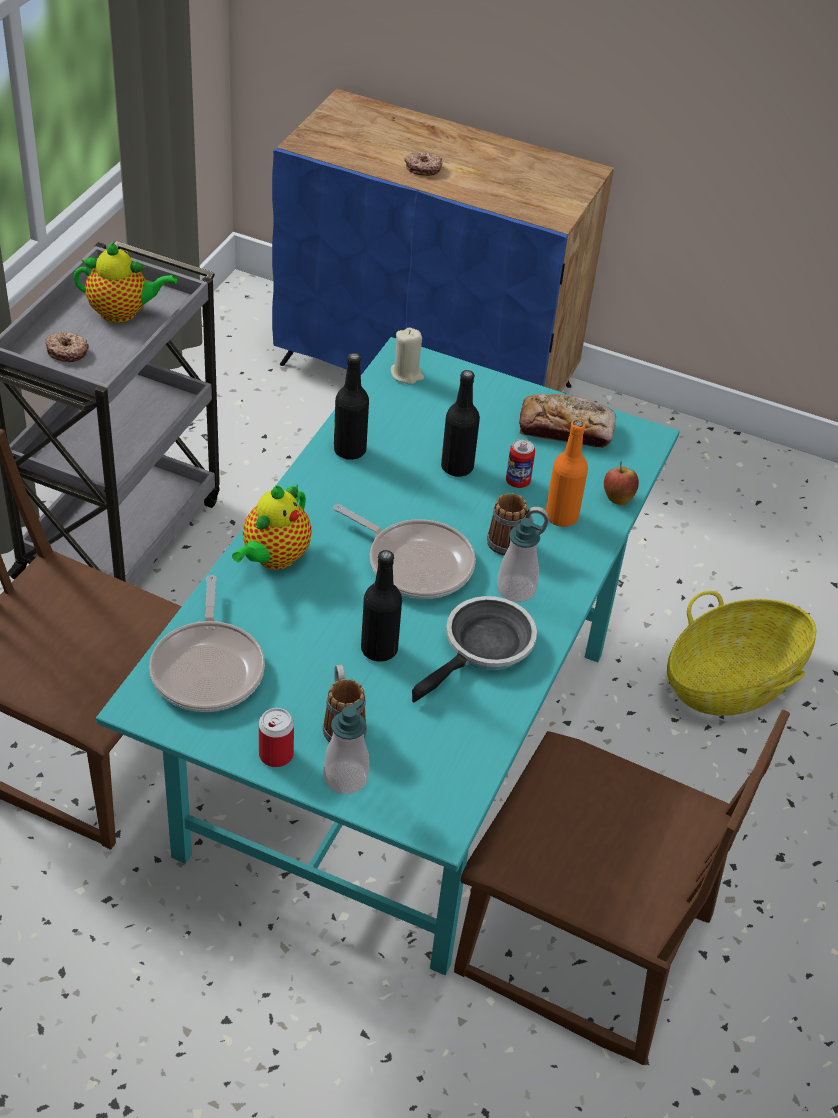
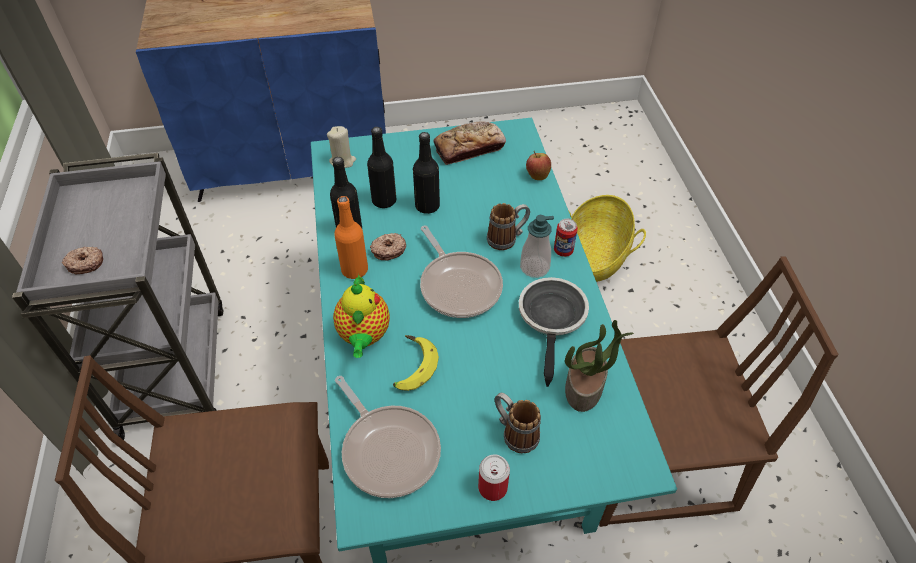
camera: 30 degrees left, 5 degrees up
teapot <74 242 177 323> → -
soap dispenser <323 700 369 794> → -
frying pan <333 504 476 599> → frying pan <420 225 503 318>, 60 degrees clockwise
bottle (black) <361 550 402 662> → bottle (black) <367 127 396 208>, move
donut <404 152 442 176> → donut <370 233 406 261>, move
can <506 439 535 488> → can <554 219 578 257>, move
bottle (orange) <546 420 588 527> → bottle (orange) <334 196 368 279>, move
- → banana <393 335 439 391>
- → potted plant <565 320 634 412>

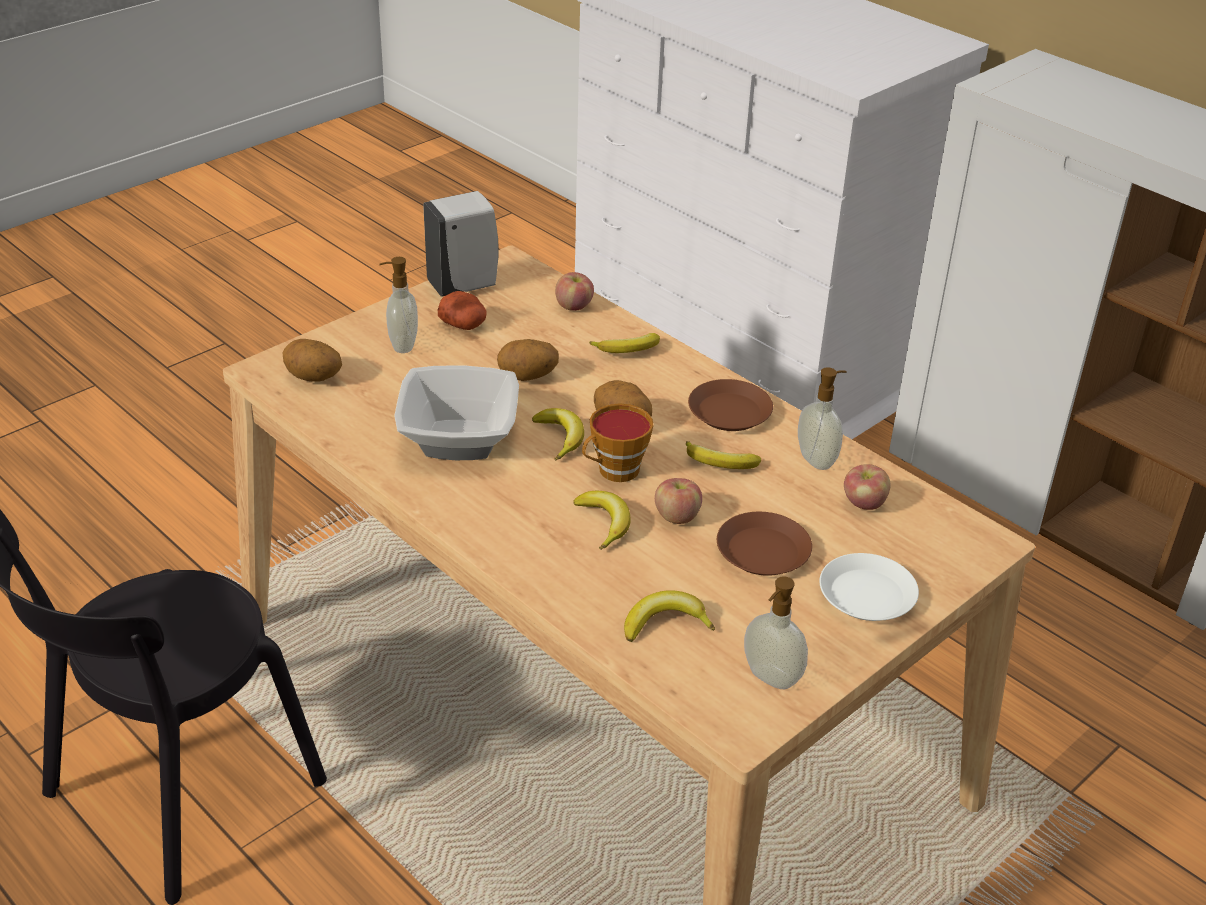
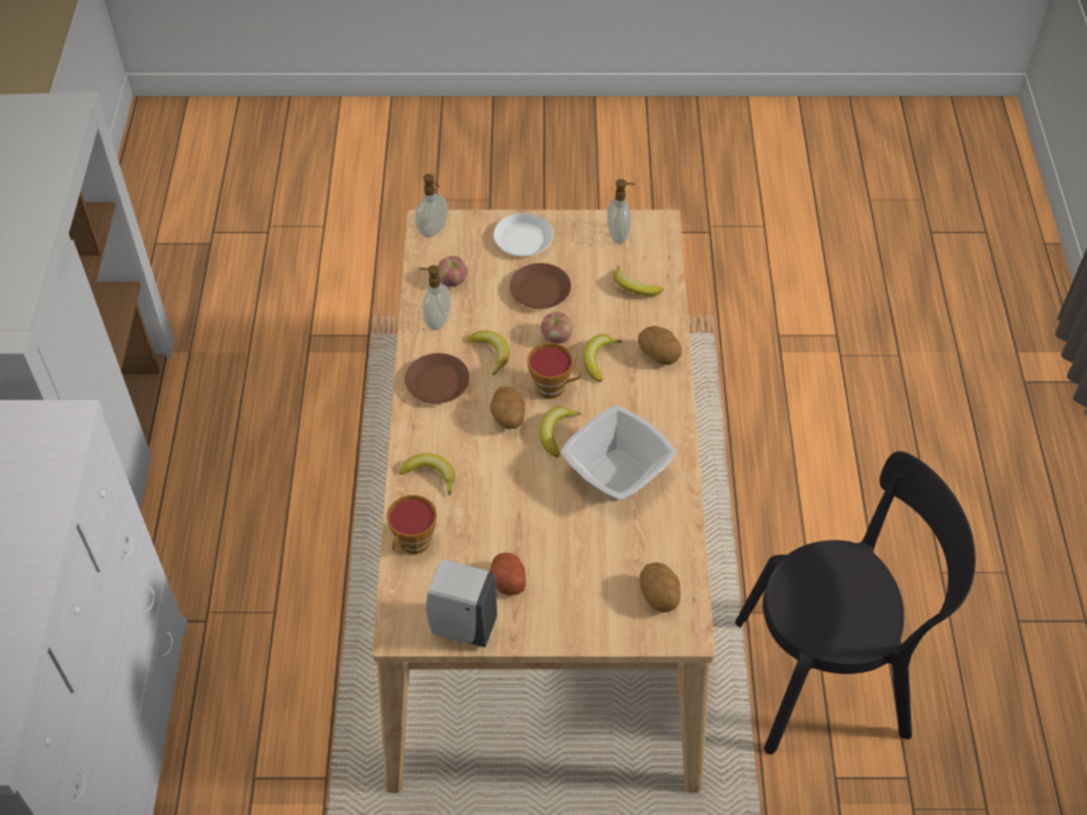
camera: 135 degrees left, 15 degrees up
soap dispenser <379 257 418 353> → soap dispenser <415 174 448 237>, move
potato <497 339 559 381> → potato <638 326 682 365>, move
apple <555 272 594 311> → cup <387 495 437 554>

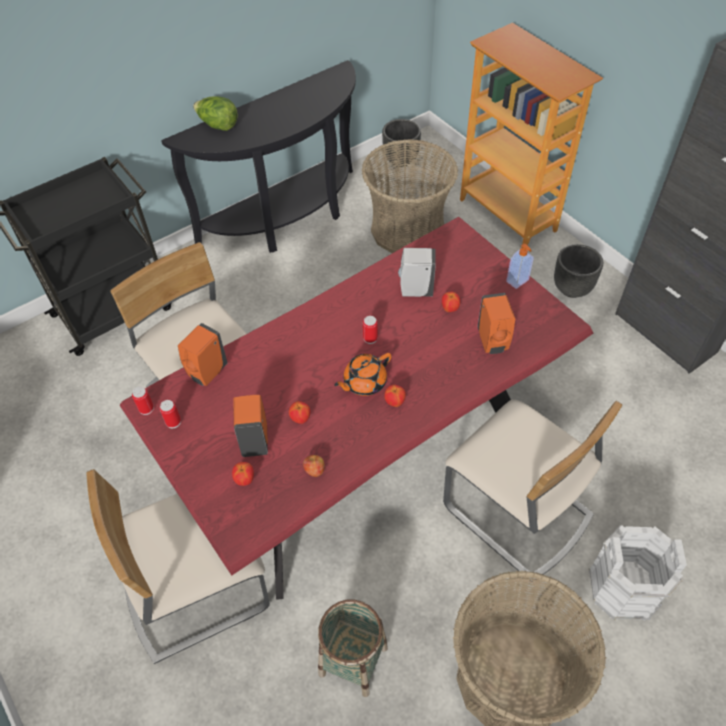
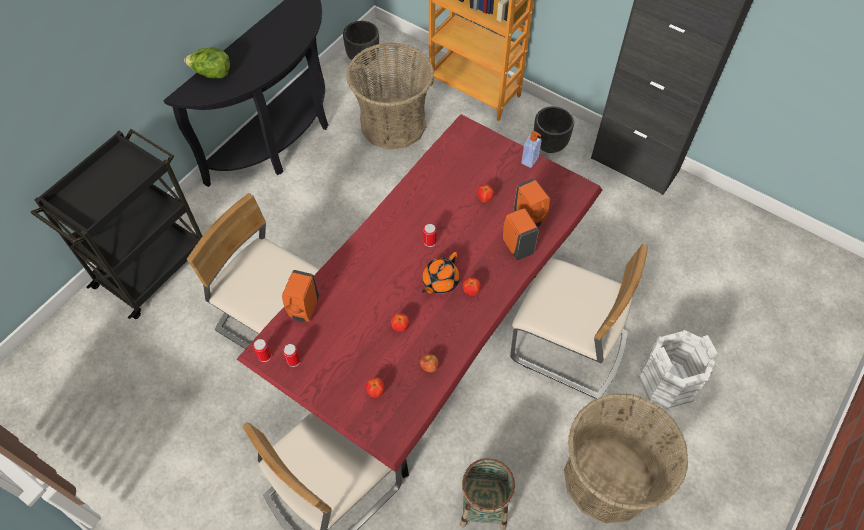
camera: 20 degrees left, 5 degrees up
soap dispenser (orange) <233 395 268 457> → soap dispenser (orange) <503 208 539 260>, move
soap dispenser (white) <398 248 436 297> → -

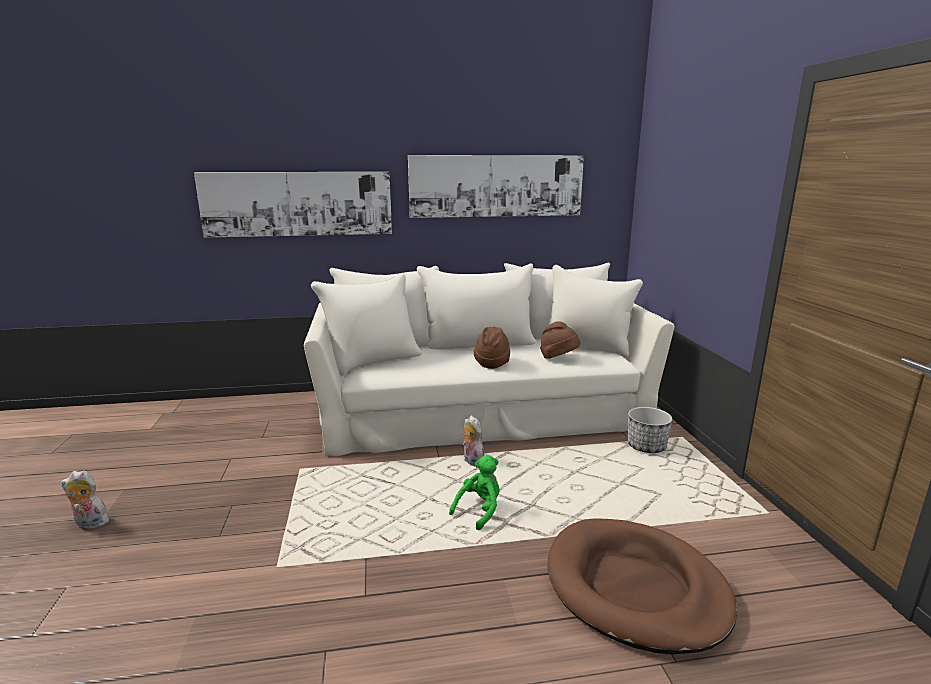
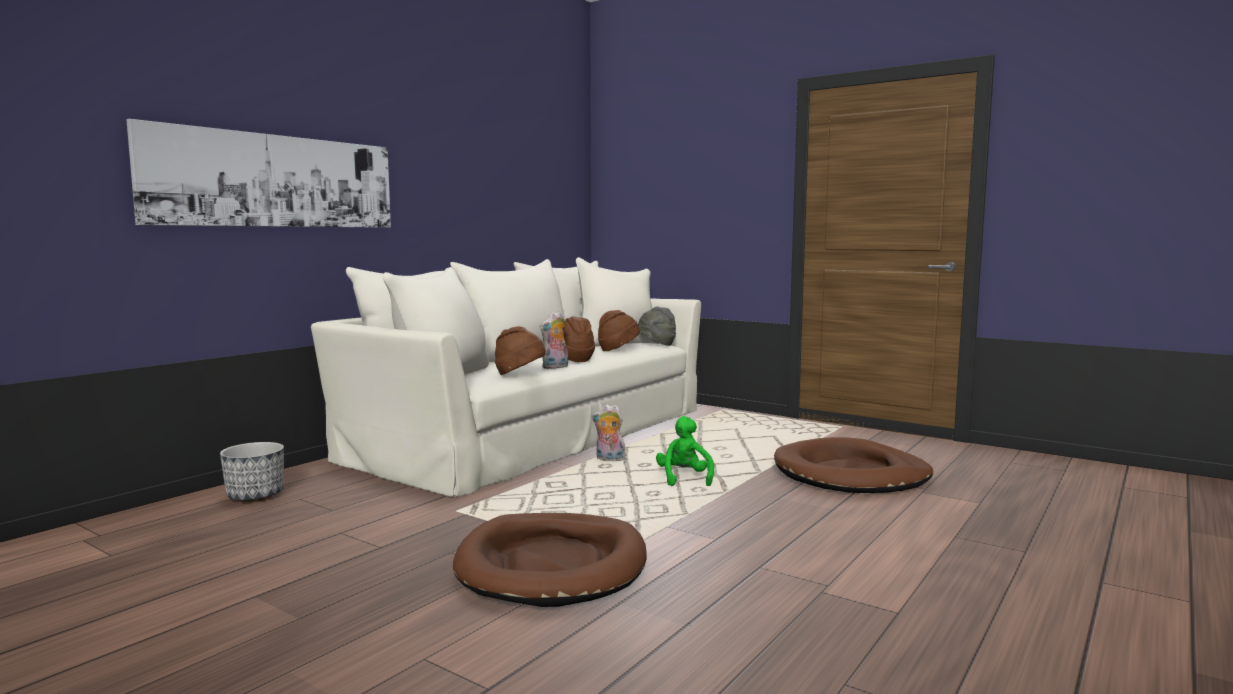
camera: 45 degrees left, 10 degrees down
plush toy <61 471 109 529> → plush toy <540 311 568 369>, move
picture <408 155 584 218> → -
planter <627 407 672 453> → planter <220 442 284 502>, move
- → dog bed (brown) <453 513 647 607>
- → hat (brown) <495 326 546 375>
- → hat (grey) <638 306 676 346>

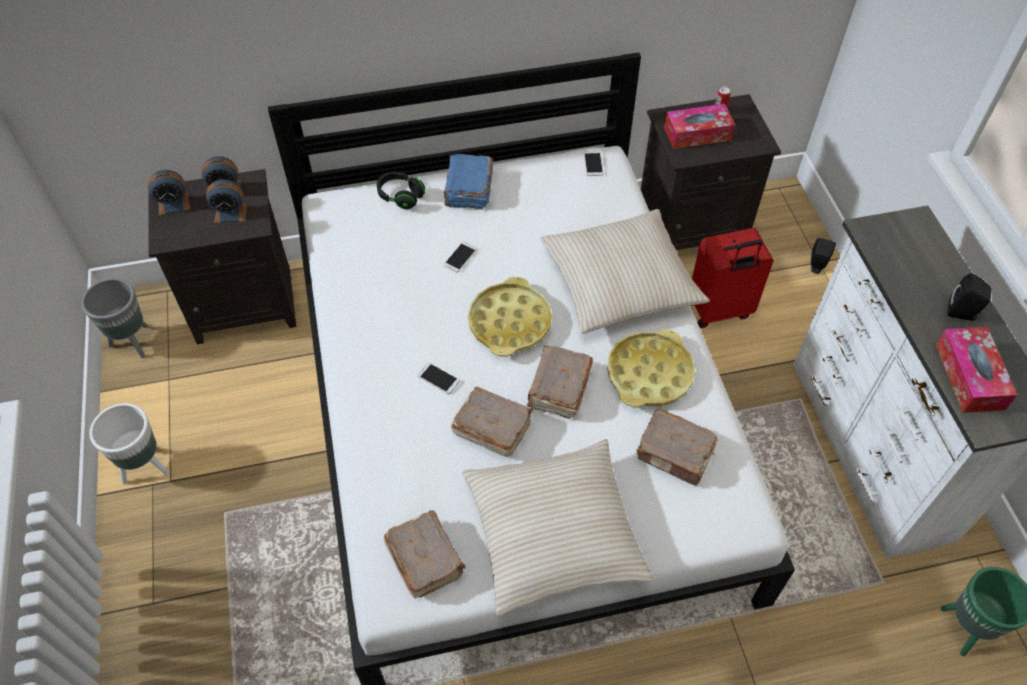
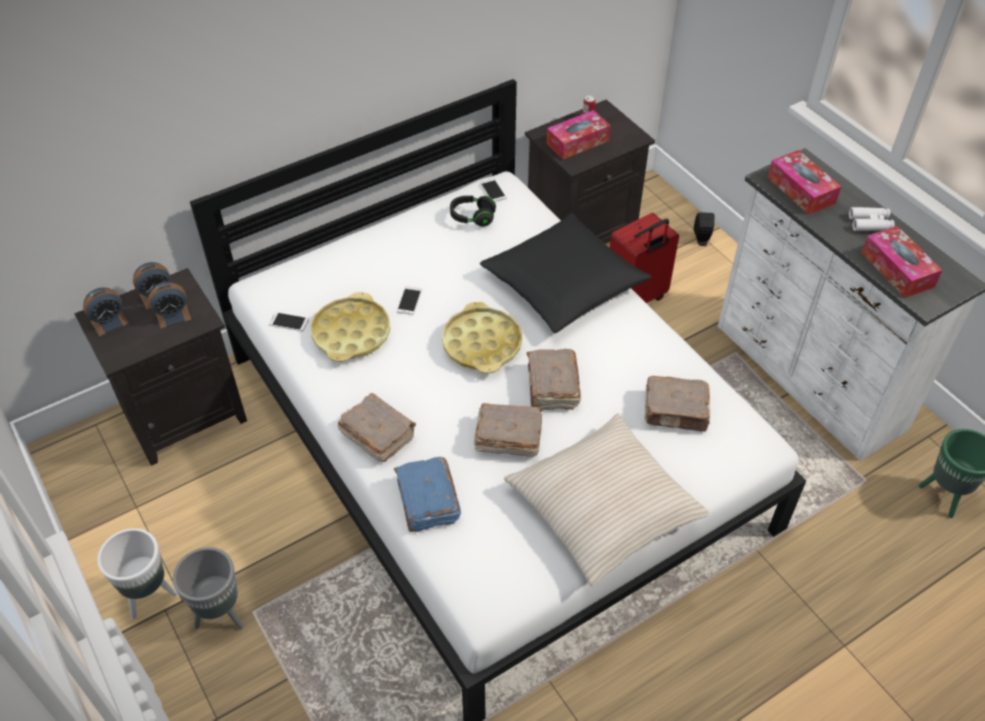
camera: 20 degrees left, 5 degrees down
planter (grey) <81 278 147 358> → planter (grey) <173 547 244 629>, move
headphones (black) <377 172 425 209> → headphones (black) <450 196 496 227>, move
book (brown) <384 510 466 598> → book (brown) <338 393 416 462>, move
phone <417 362 460 394> → phone <269 312 309 331>, move
book (blue) <444 154 493 210> → book (blue) <394 457 461 532>, move
pillow (beige) <540 209 710 334> → pillow (black) <480 213 652 333>
tray (yellow) <607 329 695 408> → tray (yellow) <311 292 391 362>, move
speaker (black) <947 273 992 321> → binoculars (white) <849 207 895 231>
- → tissue box <767 150 841 215>

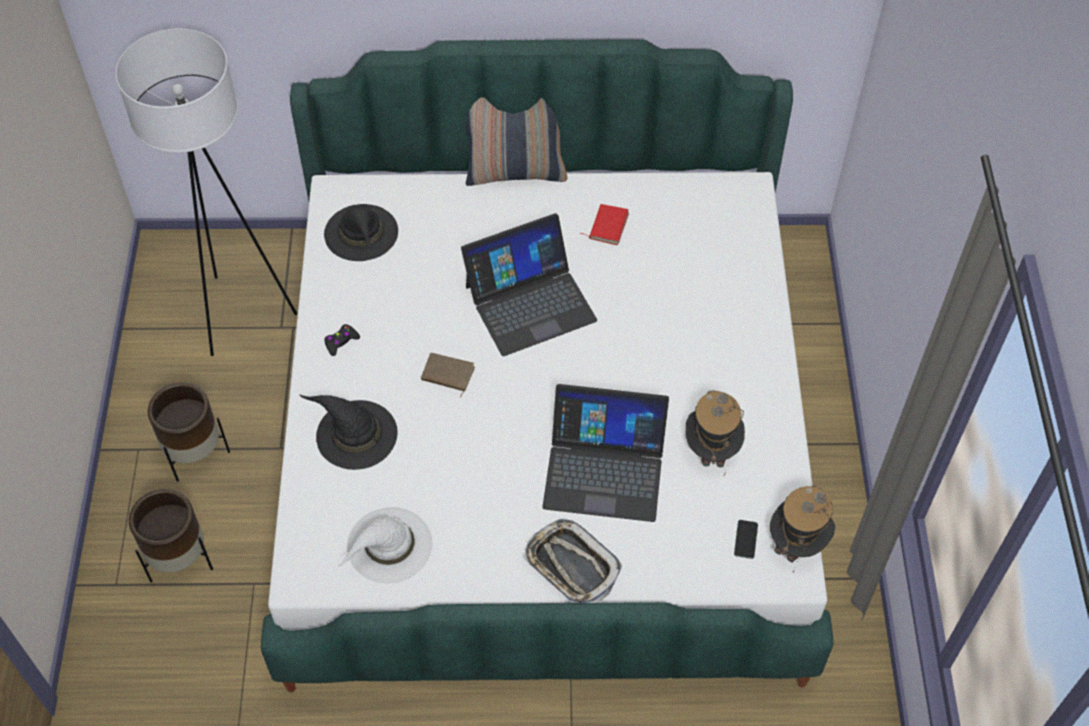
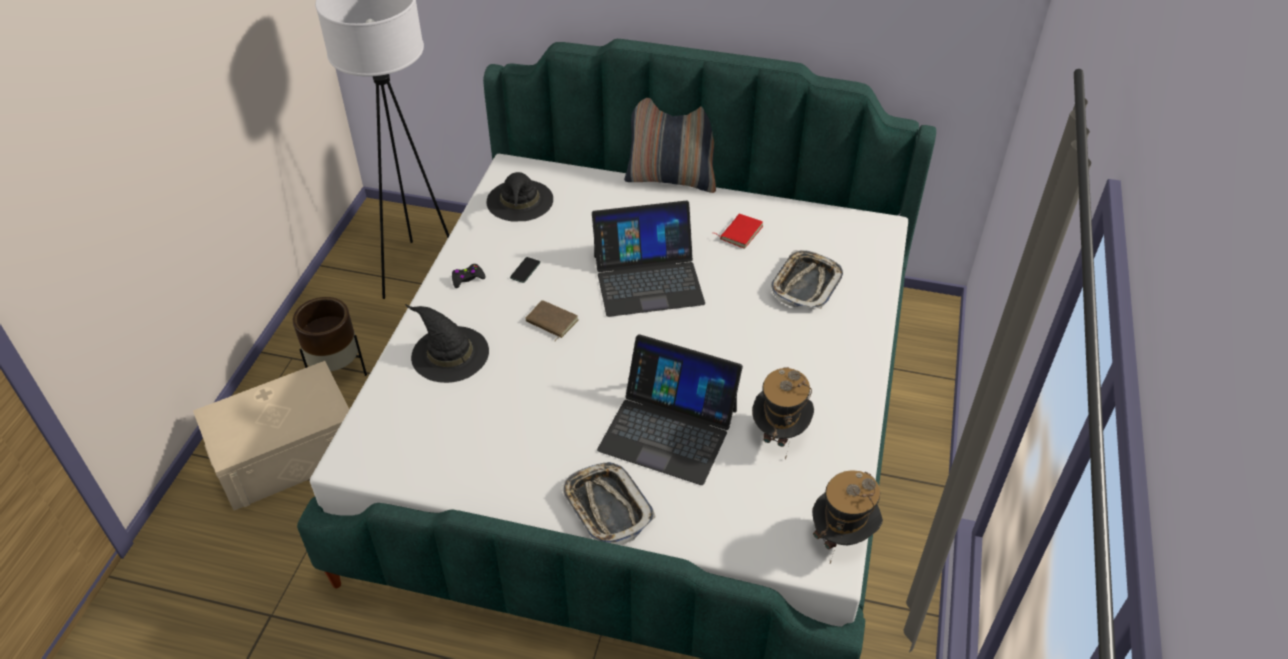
camera: 15 degrees right, 10 degrees down
planter (brown) <129 489 213 583> → storage box (beige) <193 361 350 510>
hat (white) <338 507 433 584> → -
phone <734 520 758 559> → phone <510 257 540 283>, move
- → tray <771 250 843 309>

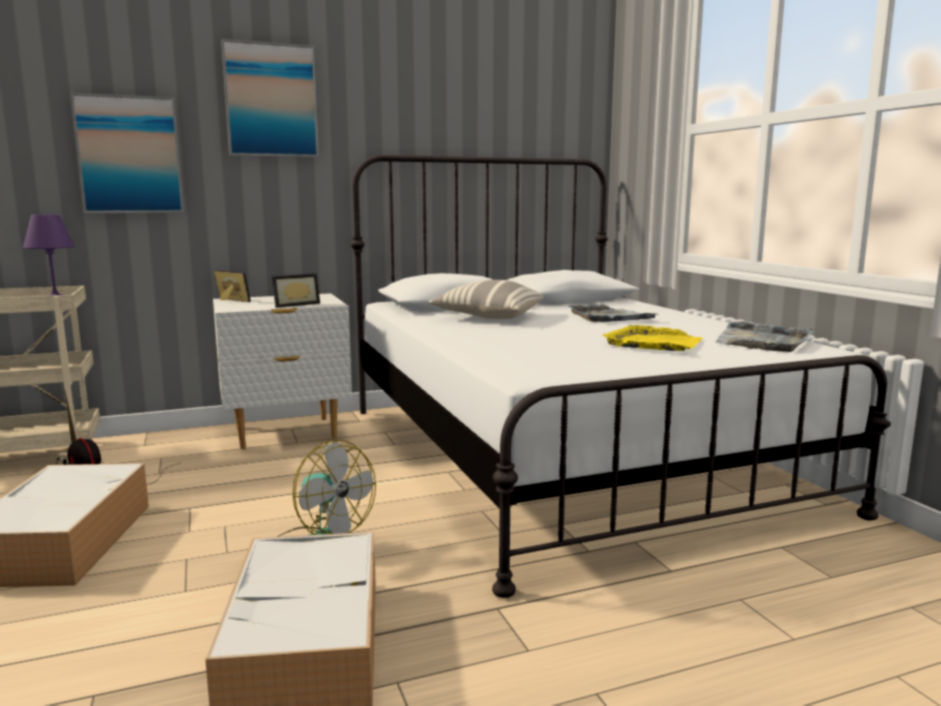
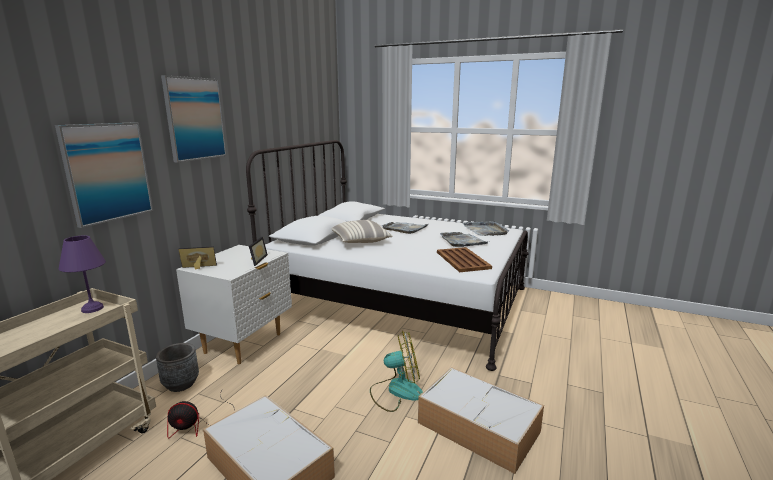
camera: 45 degrees left, 5 degrees up
tray (yellow) <602 325 703 351> → tray (grey) <440 232 488 247>
- → planter (grey) <156 343 199 392>
- → tray (brown) <437 247 492 272>

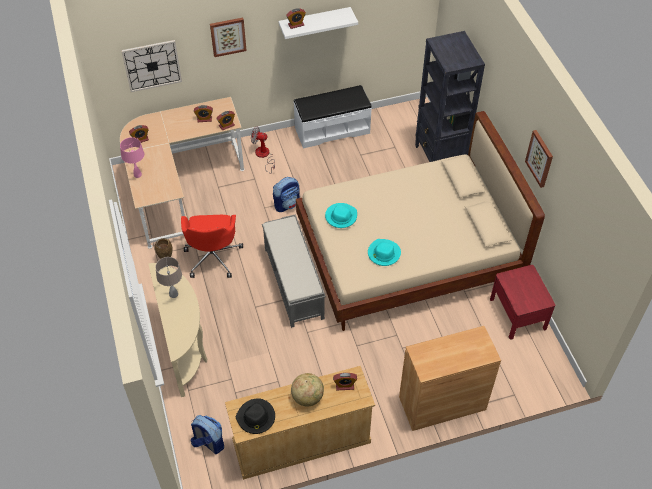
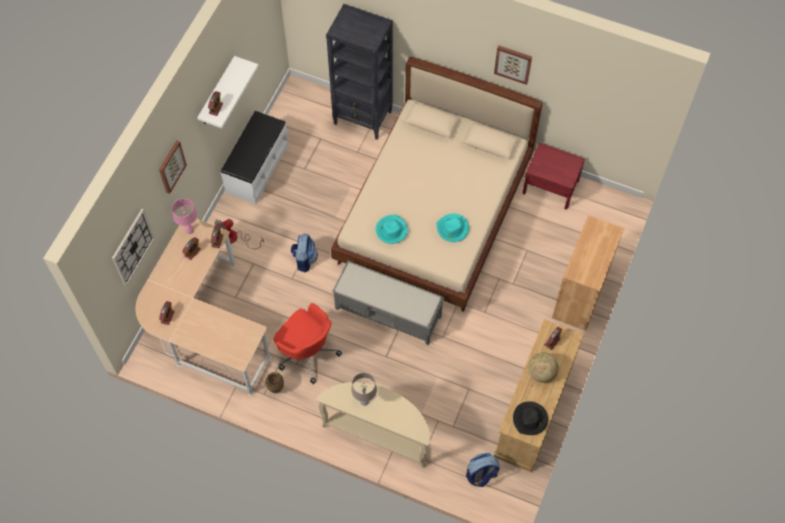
camera: 50 degrees left, 10 degrees up
table lamp (pink) <120 137 144 178> → table lamp (pink) <172 199 197 234>, move

